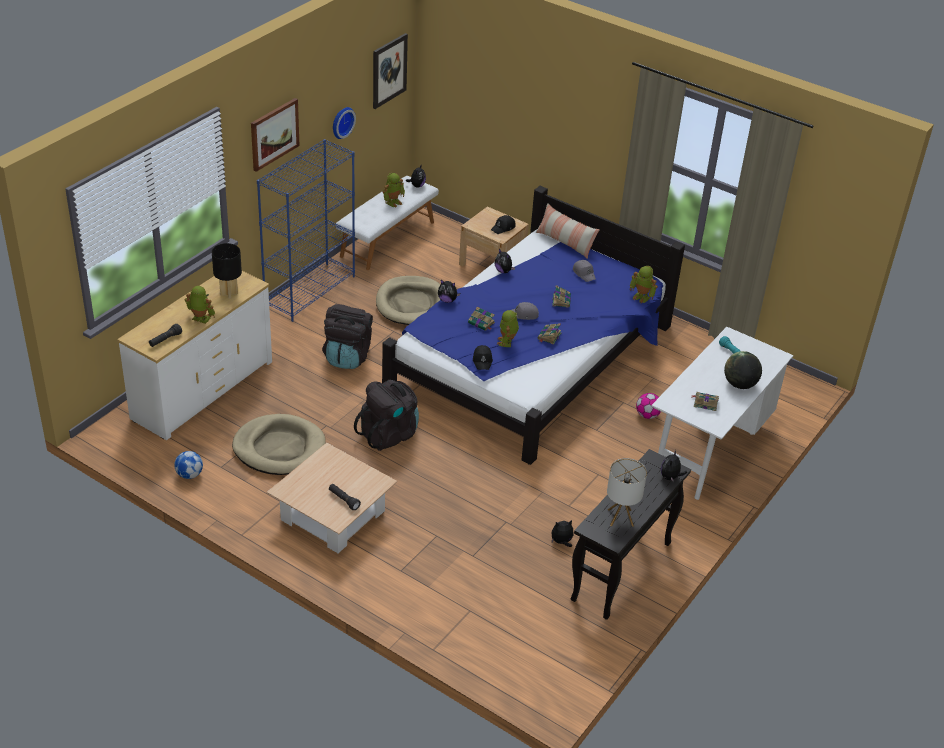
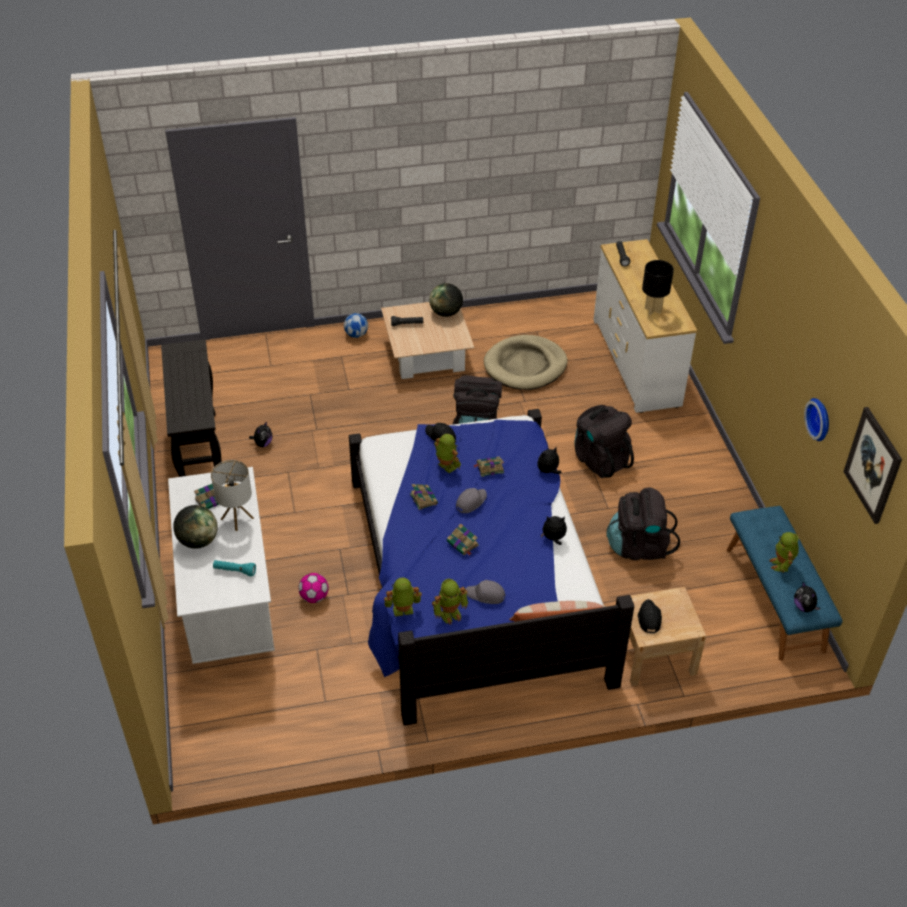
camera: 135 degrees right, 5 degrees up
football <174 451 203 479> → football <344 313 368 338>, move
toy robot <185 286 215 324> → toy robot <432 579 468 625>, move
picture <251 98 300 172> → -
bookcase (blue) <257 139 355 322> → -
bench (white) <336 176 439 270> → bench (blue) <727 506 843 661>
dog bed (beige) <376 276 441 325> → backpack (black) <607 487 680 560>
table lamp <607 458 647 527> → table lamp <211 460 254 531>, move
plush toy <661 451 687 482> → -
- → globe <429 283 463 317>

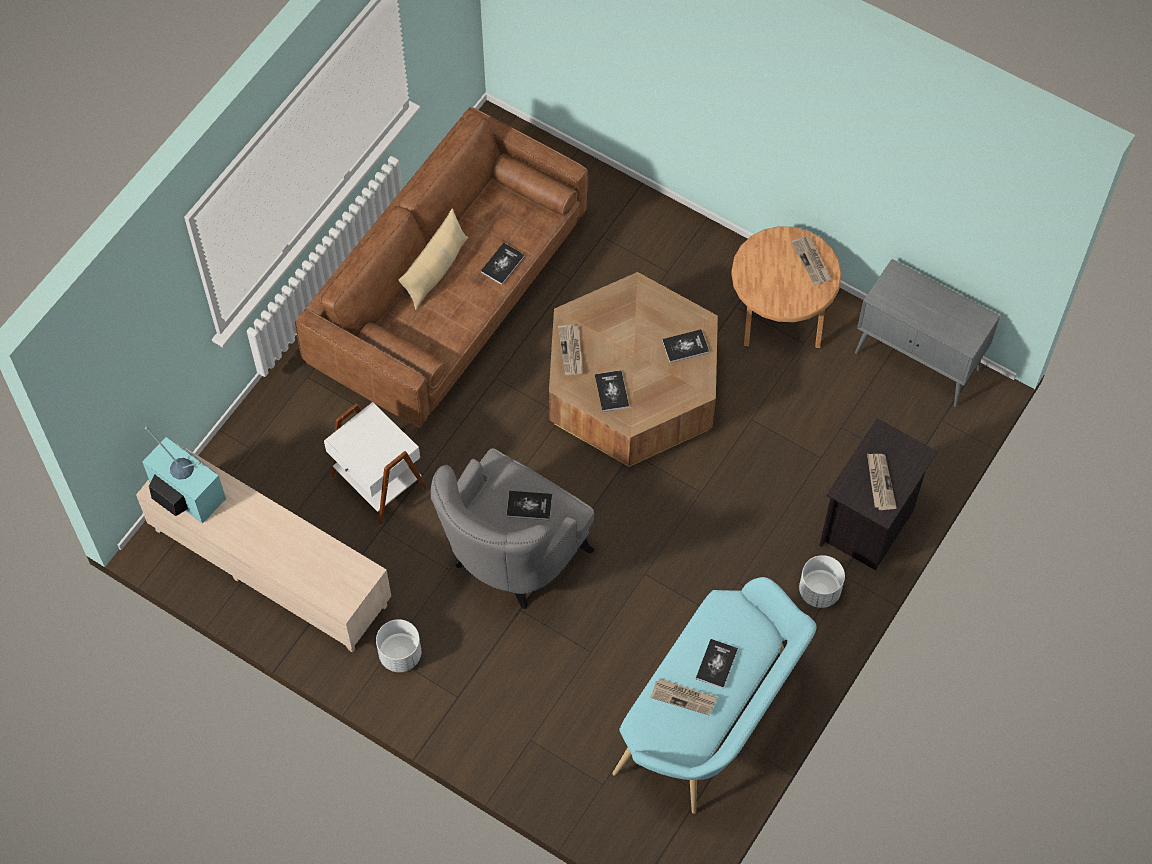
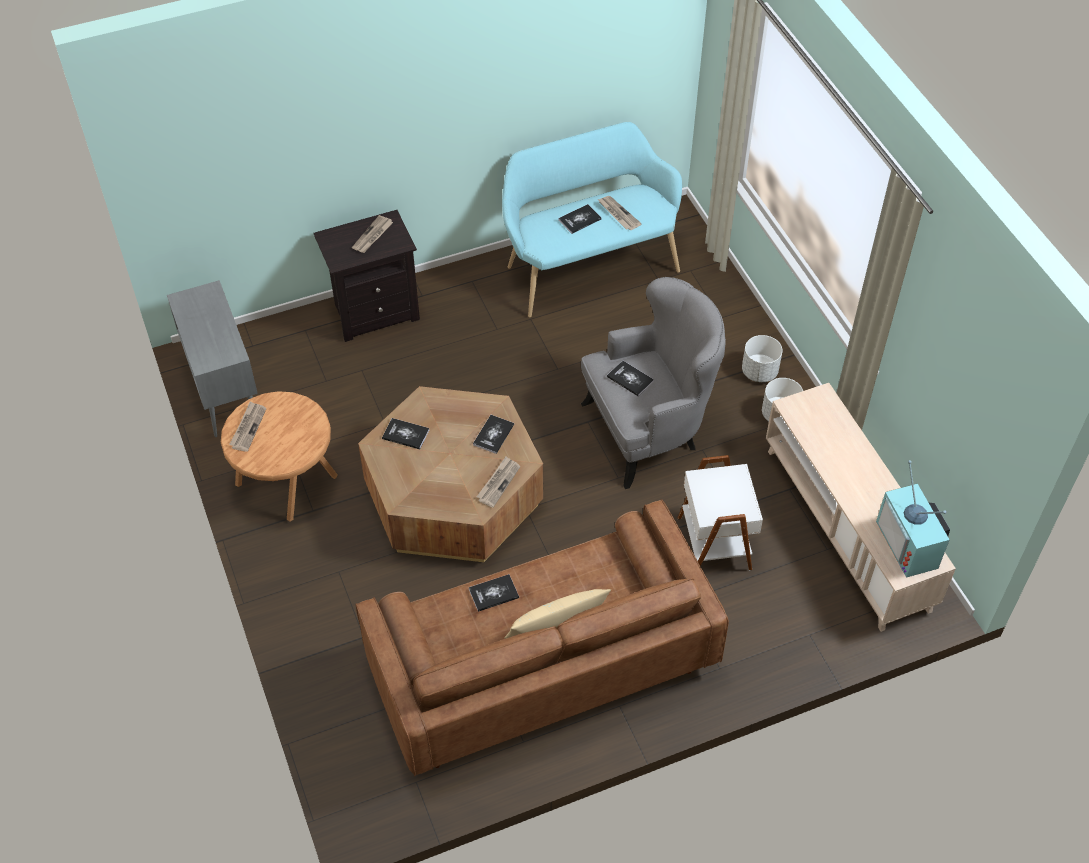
camera: 145 degrees left, 10 degrees down
planter (white) <799 555 845 608> → planter (white) <742 335 782 382>, move

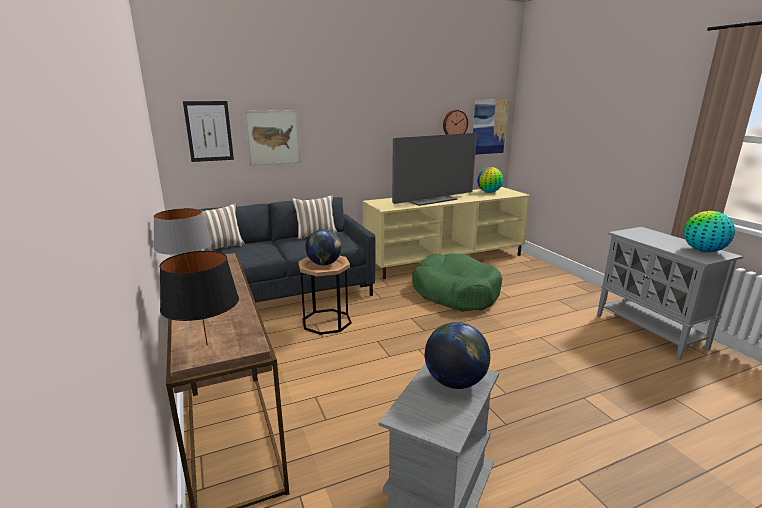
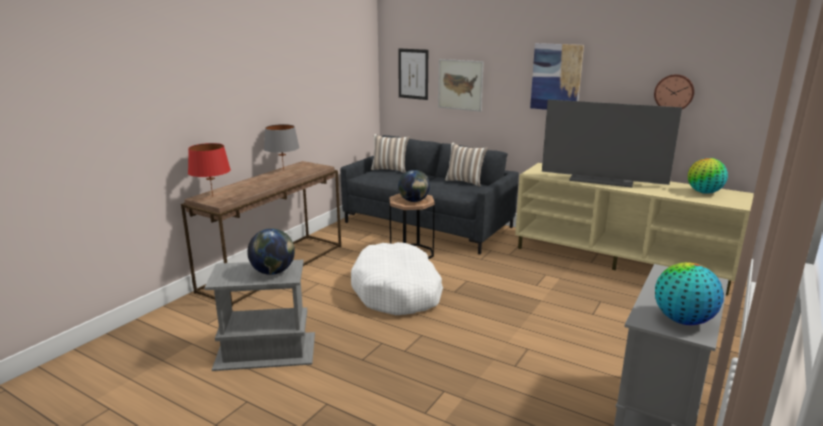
camera: 55 degrees right, 0 degrees up
table lamp (black) <160 251 239 345> → table lamp (red) <188 143 231 197>
dog bed (green) <412 253 503 312> → -
picture <473 100 509 155> → picture <530 43 584 110>, move
- → dog bed (white) <351 242 443 315>

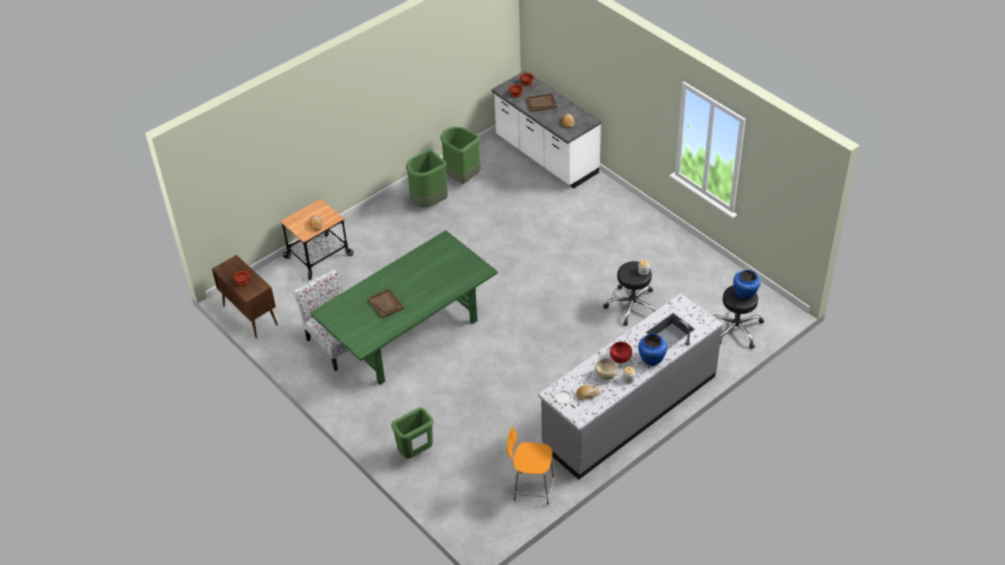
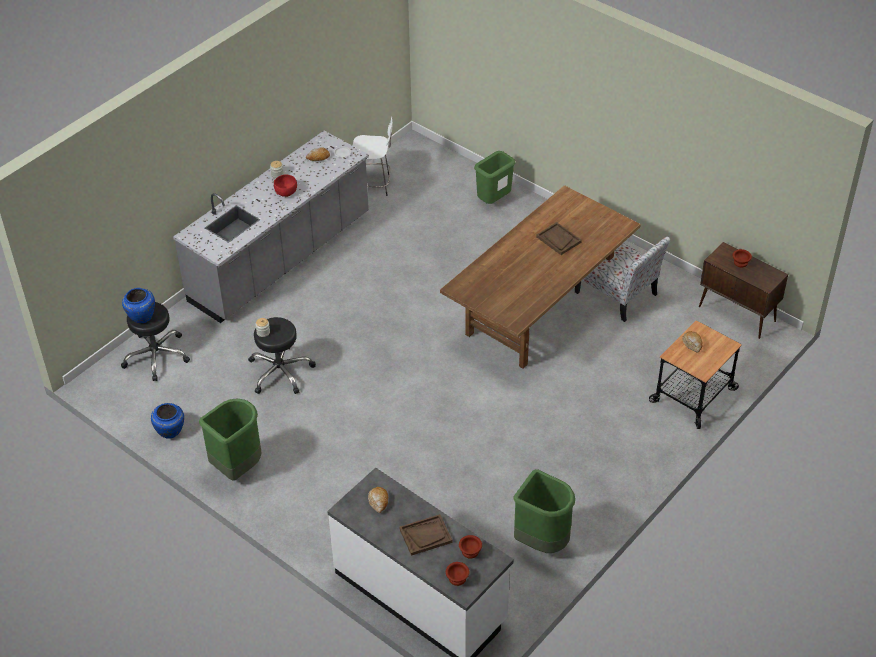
camera: 170 degrees right, 0 degrees up
dining table (green) <310 230 498 385> → dining table (brown) <440 185 641 369>
trash can (green) <406 149 448 207> → trash can (green) <199 398 262 481>, move
stool (orange) <507 426 555 505> → stool (white) <353 116 392 196>
bowl (beige) <595 358 617 380> → -
vase (blue) <638 334 667 366> → vase (blue) <151 403 184 439>, move

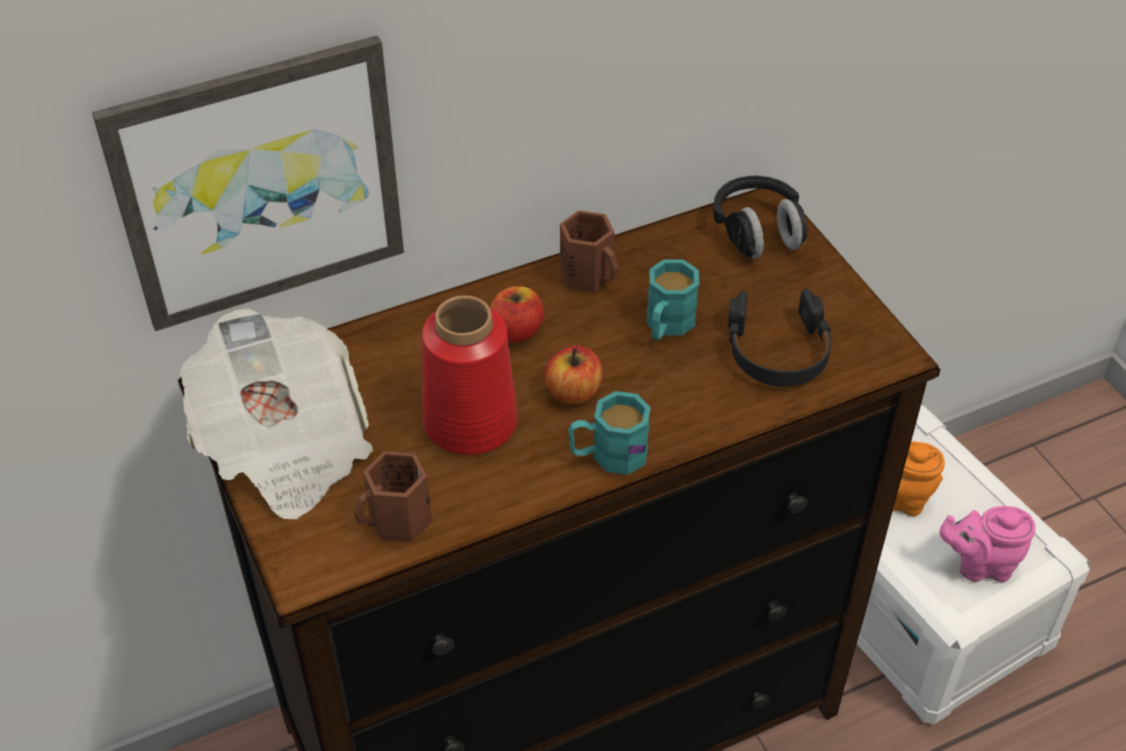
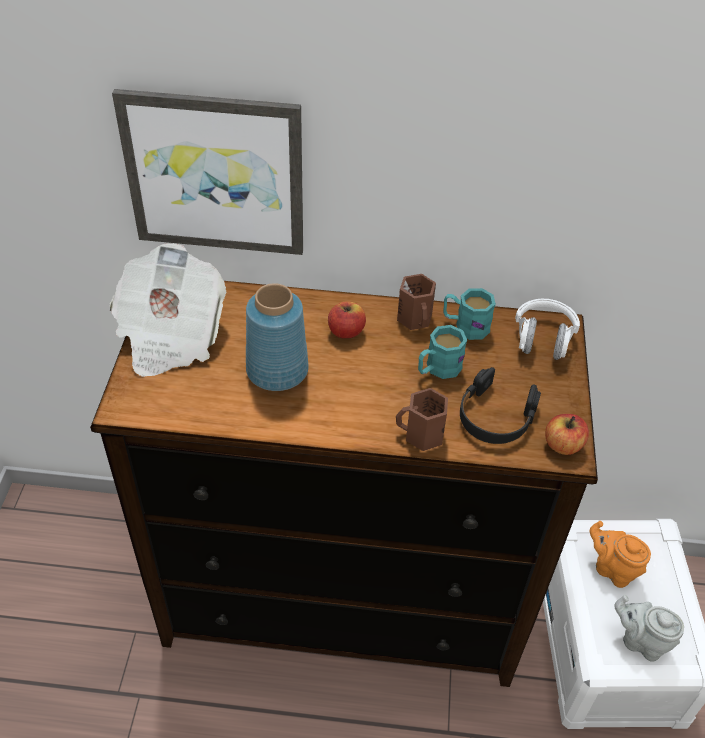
camera: 30 degrees right, 0 degrees up
mug (brown) <354 451 432 542> → mug (brown) <396 388 448 451>, move
vase (red) <422 295 517 455> → vase (blue) <246 283 309 391>
apple <545 346 603 404> → apple <545 414 589 455>, move
mug (turquoise) <568 391 651 475> → mug (turquoise) <443 288 496 340>, move
headphones (black) <713 176 807 259> → headphones (white) <515 299 580 360>
teapot (pink) <940 506 1035 582> → teapot (grey) <614 595 684 662>

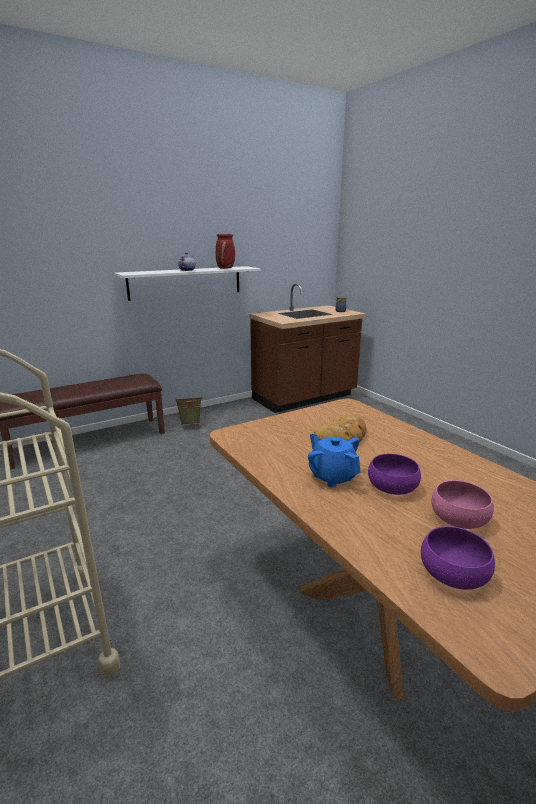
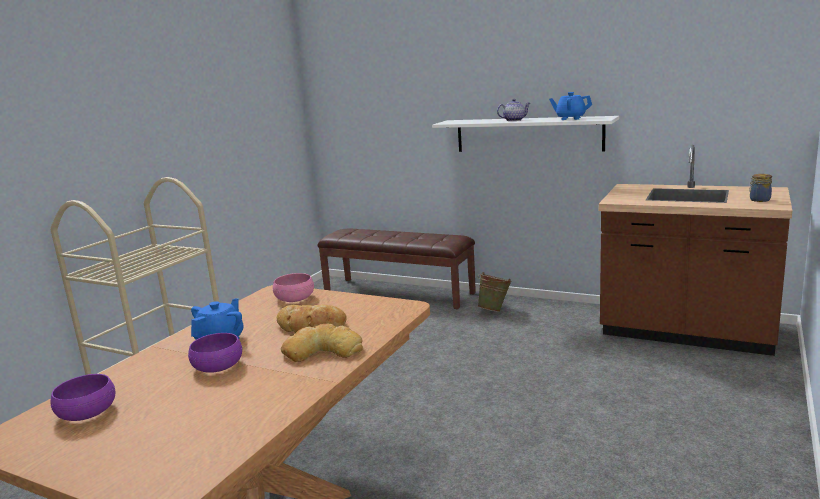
camera: 60 degrees right, 5 degrees down
vase (red) <216 234 235 269> → teapot (blue) <549 92 592 120>
bowl (pink) <431 480 494 529> → bowl (pink) <273 273 314 302>, move
- → bread <281 324 363 362>

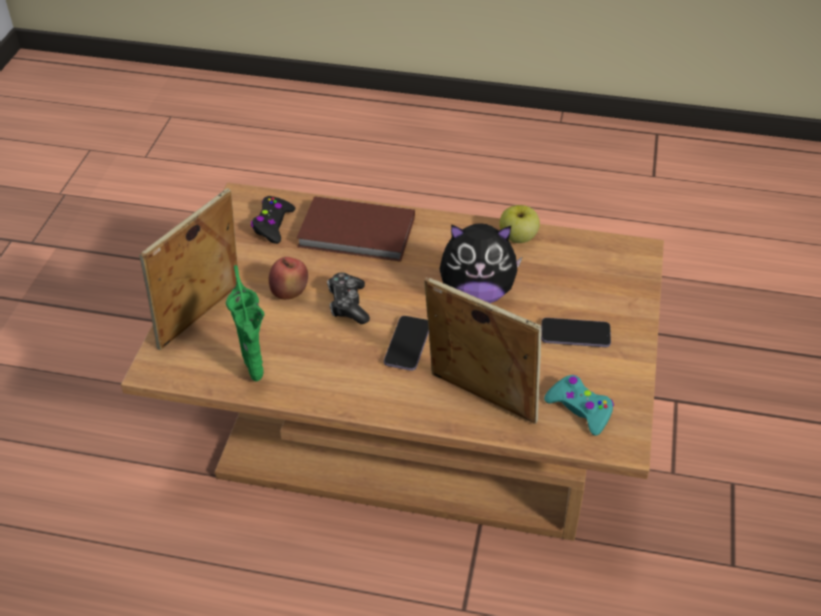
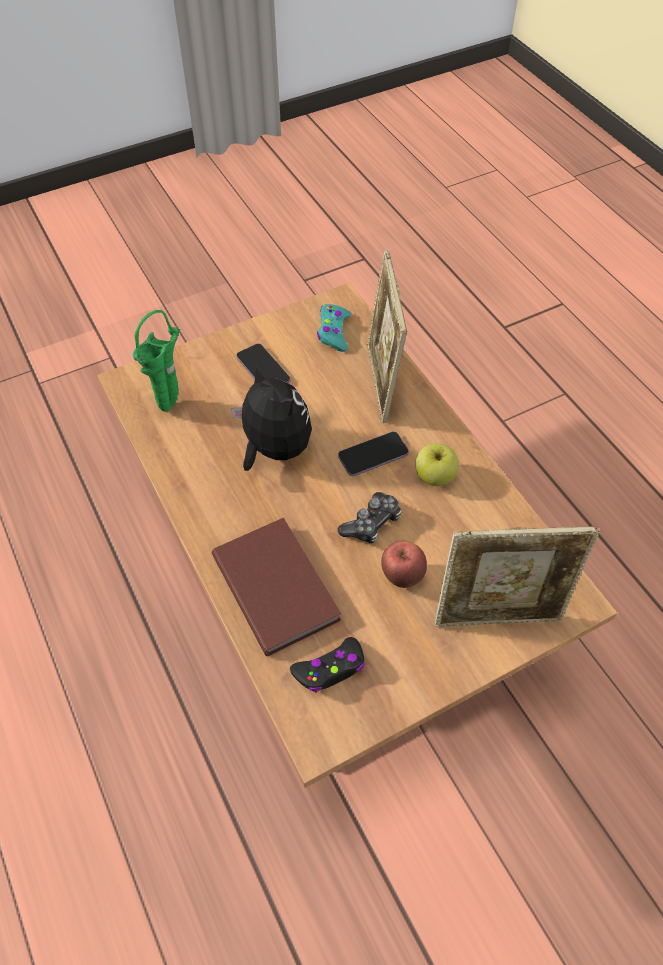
camera: 130 degrees left, 10 degrees up
vase (green) <226 265 265 381> → vase (green) <132 310 180 412>, move
apple <499 205 540 243> → apple <415 443 459 486>, move

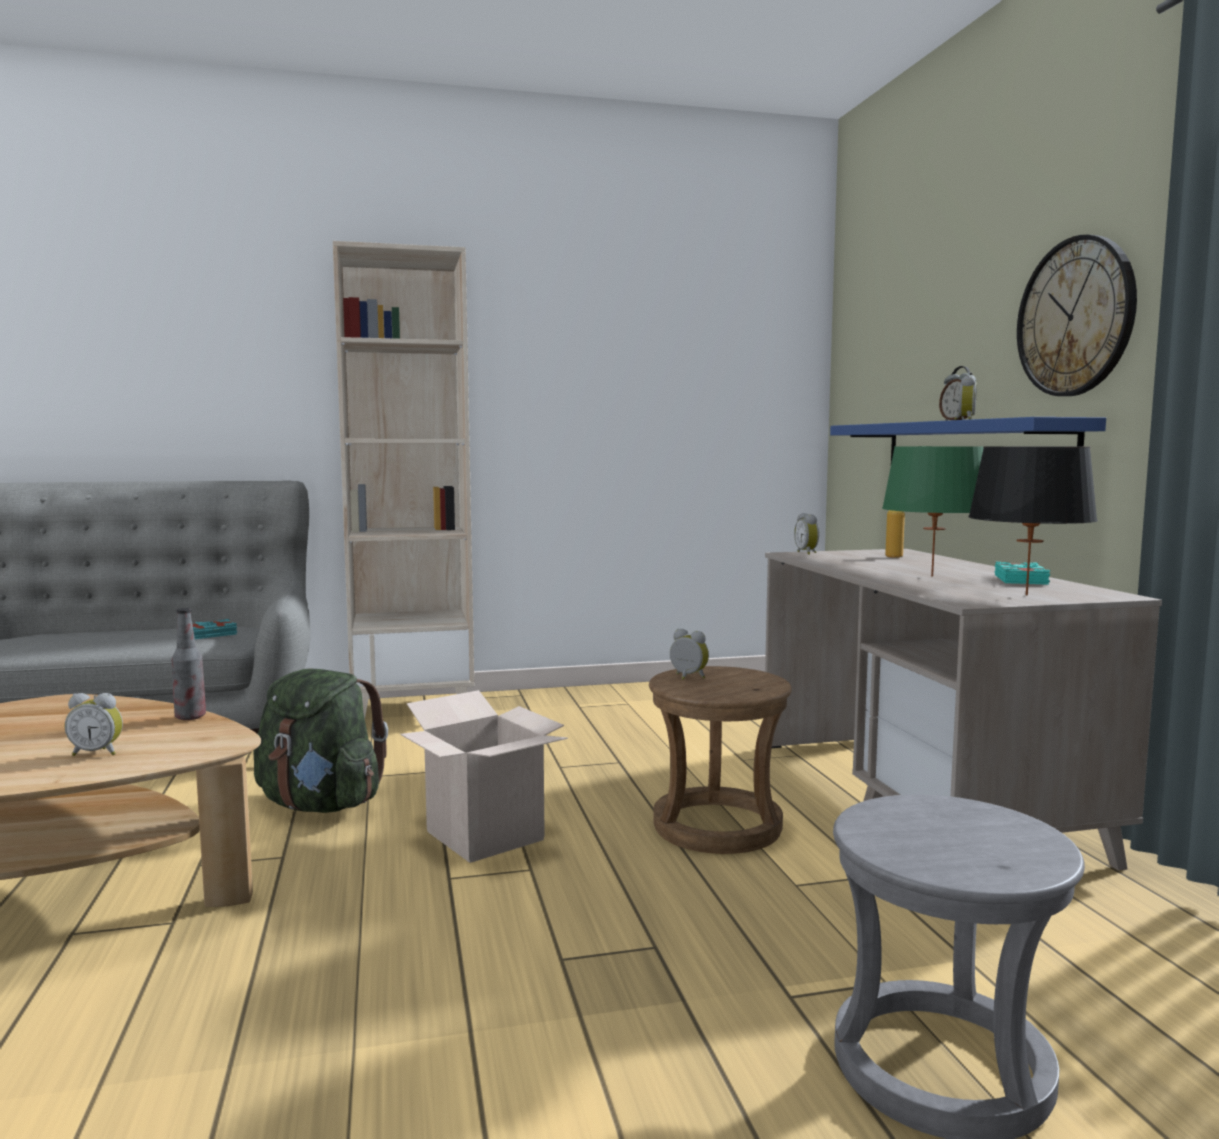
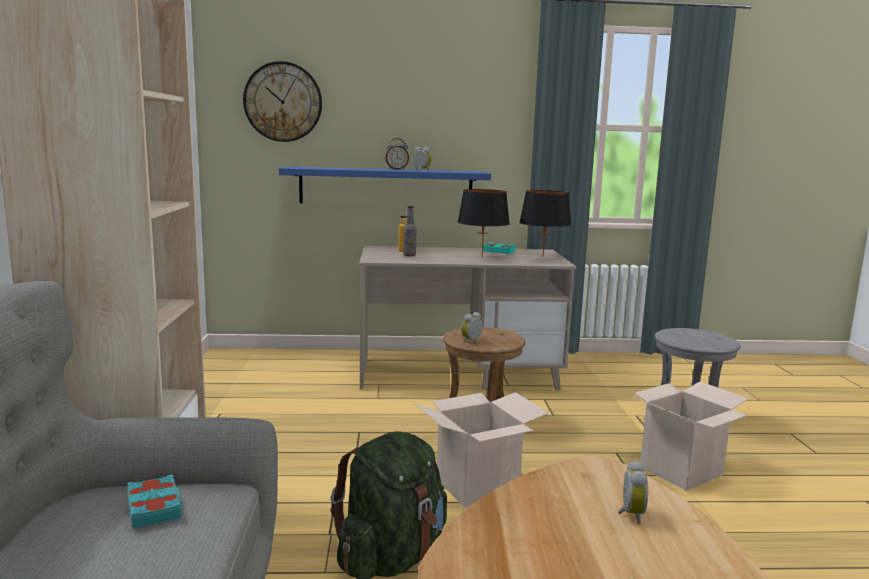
camera: 80 degrees left, 5 degrees up
bottle <171 608 206 720> → bottle <403 206 416 256>, move
alarm clock <794 513 819 555> → -
table lamp (green) <882 446 984 576> → table lamp (black) <458 189 510 257>
wall clock <1017 235 1137 396> → wall clock <243 61 322 142>, move
- → cardboard box <631 381 749 491>

